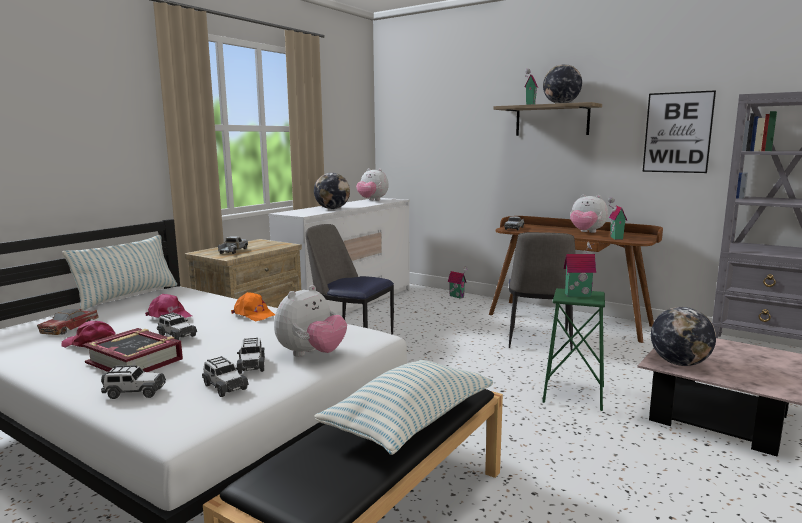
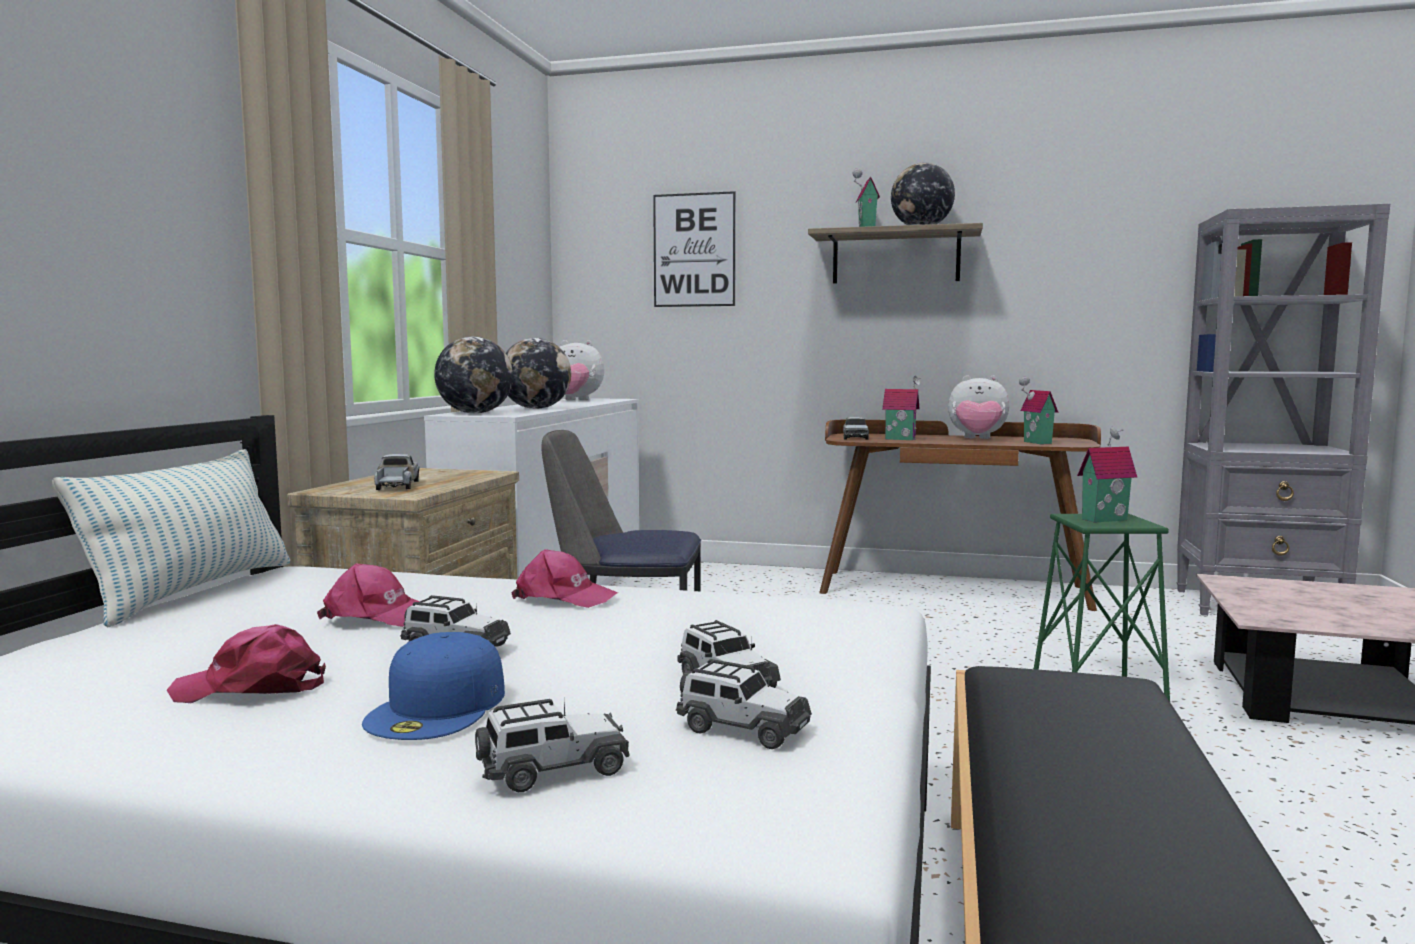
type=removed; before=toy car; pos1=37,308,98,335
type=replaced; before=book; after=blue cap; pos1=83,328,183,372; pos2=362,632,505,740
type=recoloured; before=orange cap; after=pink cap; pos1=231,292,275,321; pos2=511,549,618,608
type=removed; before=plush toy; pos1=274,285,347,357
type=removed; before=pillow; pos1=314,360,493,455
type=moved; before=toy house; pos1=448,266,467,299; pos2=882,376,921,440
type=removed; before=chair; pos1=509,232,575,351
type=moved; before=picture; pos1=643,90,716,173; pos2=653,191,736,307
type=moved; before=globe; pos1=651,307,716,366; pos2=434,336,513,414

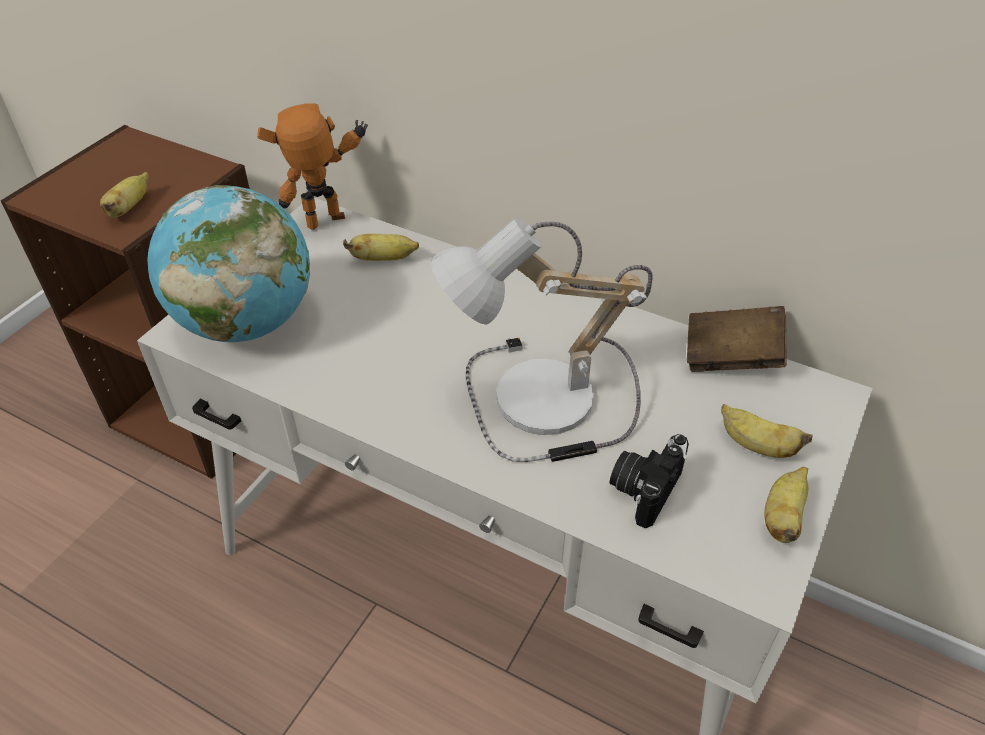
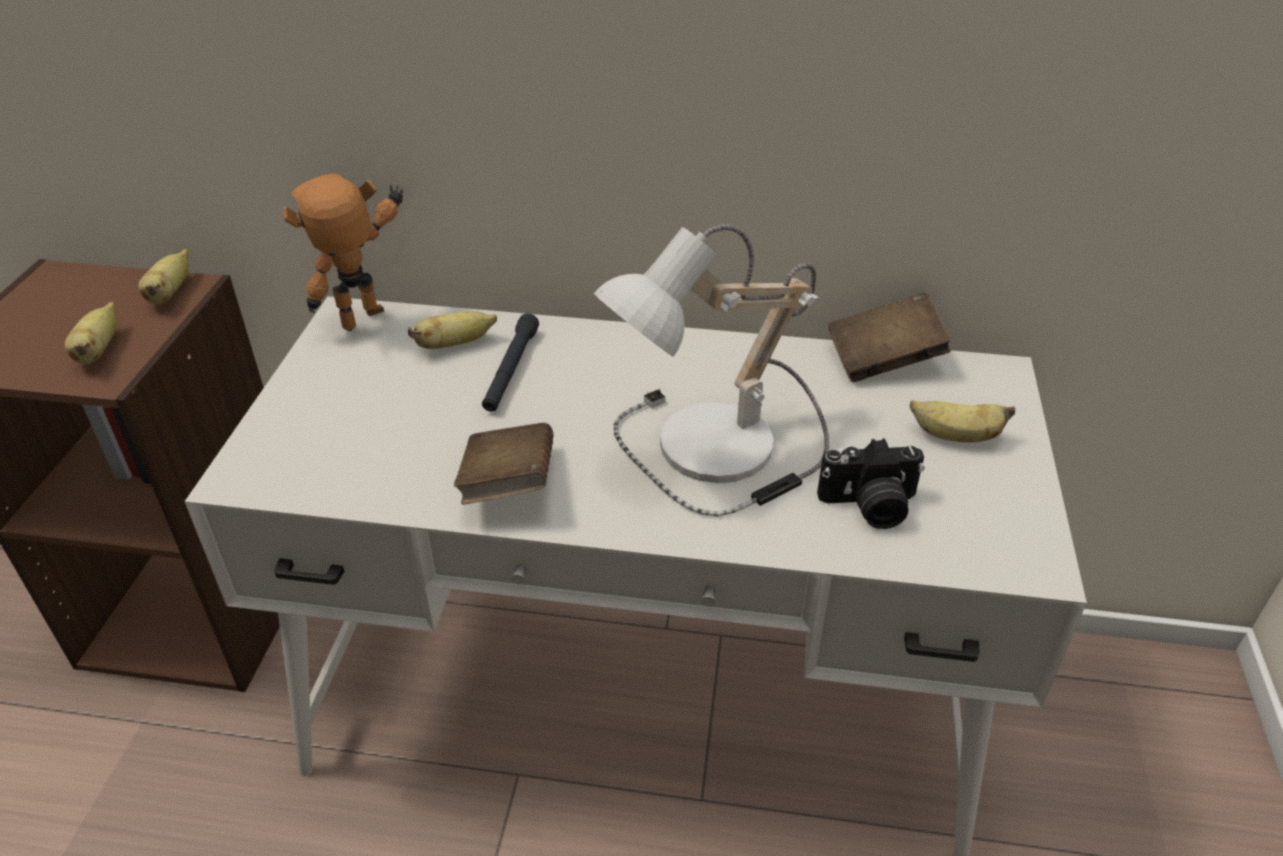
type=removed; before=globe; pos1=147,185,310,342
type=turned; before=photo camera; pos1=610,434,689,528; pos2=817,439,925,529; turn=-105
type=moved; before=banana; pos1=764,467,808,543; pos2=138,249,189,304
type=added; after=brown book; pos2=454,423,554,505
type=added; after=black flashlight; pos2=482,313,539,412

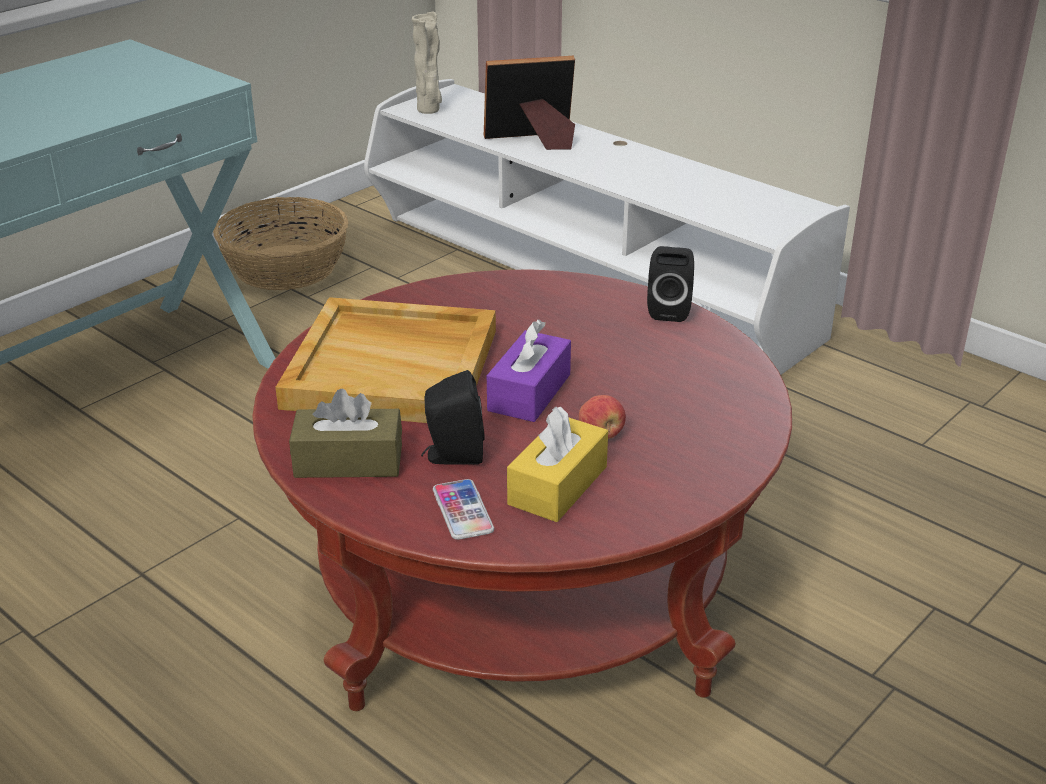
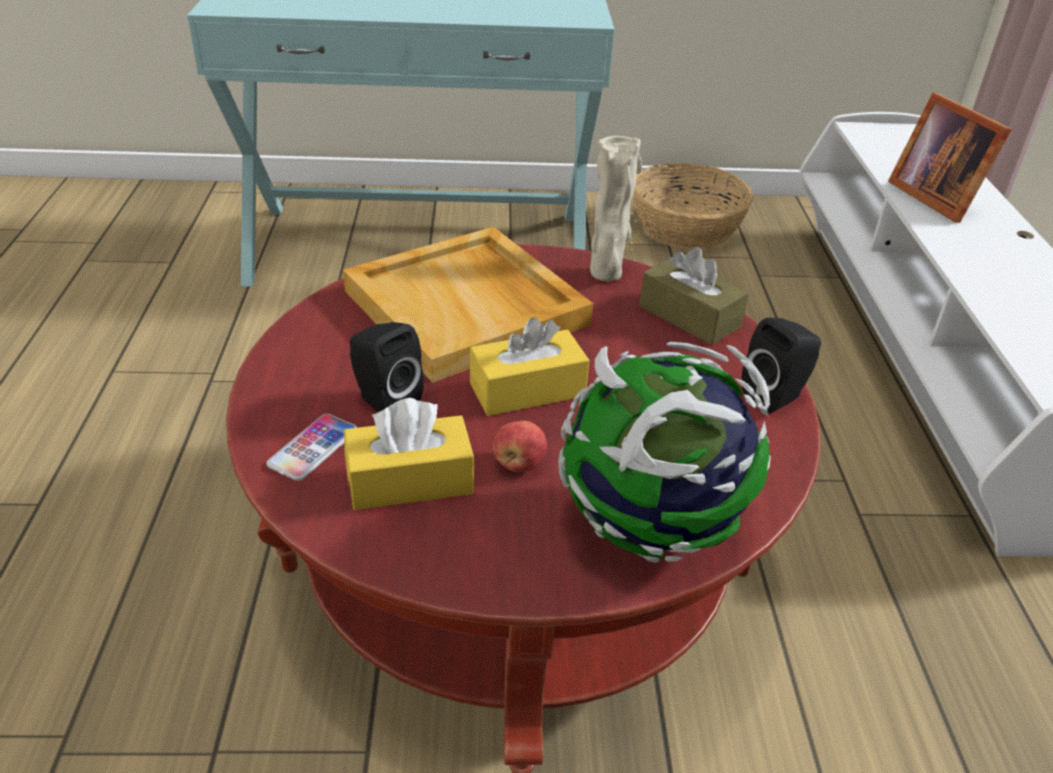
type=moved; before=brown tissue box; pos1=289,389,402,478; pos2=639,247,749,345
type=moved; before=beige vase; pos1=412,12,442,114; pos2=590,136,642,281
type=turned; before=picture frame; pos1=484,56,575,150; pos2=888,92,1012,223; turn=-150
type=recoloured; before=purple tissue box; after=yellow tissue box; pos1=487,319,571,422; pos2=470,317,589,416
type=added; after=globe; pos2=558,342,771,563

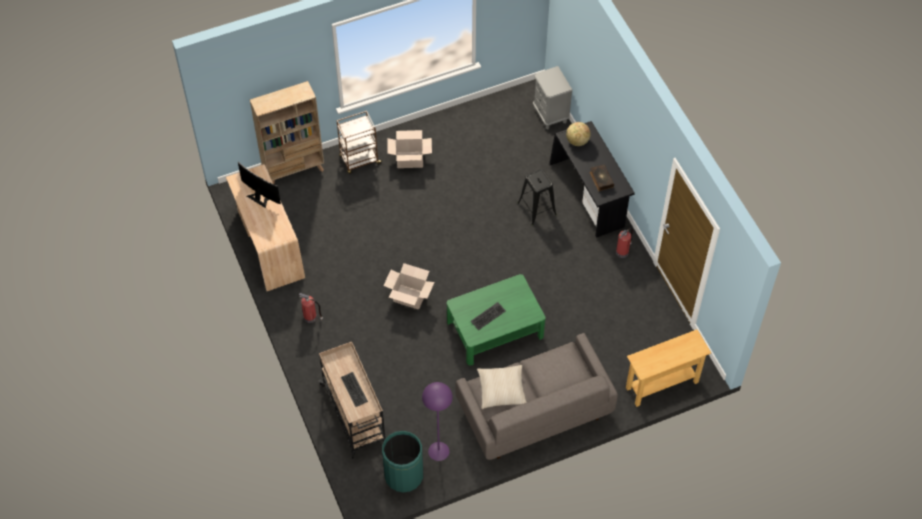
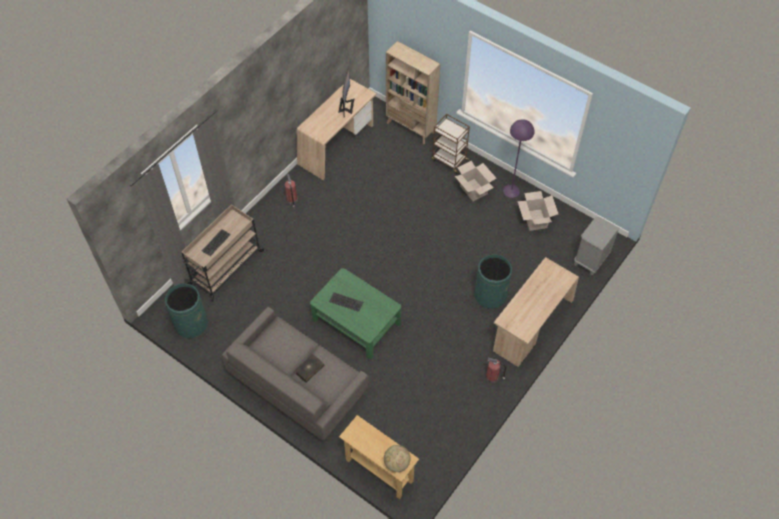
type=moved; before=cardboard box; pos1=383,263,435,310; pos2=518,191,558,231
type=moved; before=purple floor lamp; pos1=422,382,453,461; pos2=503,119,534,198
type=removed; before=beige pillow; pos1=477,365,527,409
type=replaced; before=black stool; after=green trash can; pos1=518,169,557,225; pos2=475,254,512,309
type=recoloured; before=black desk; after=beige desk; pos1=550,121,635,237; pos2=493,257,579,367
type=moved; before=globe; pos1=566,122,591,146; pos2=384,445,411,472
type=moved; before=book; pos1=589,165,614,191; pos2=295,354,325,383

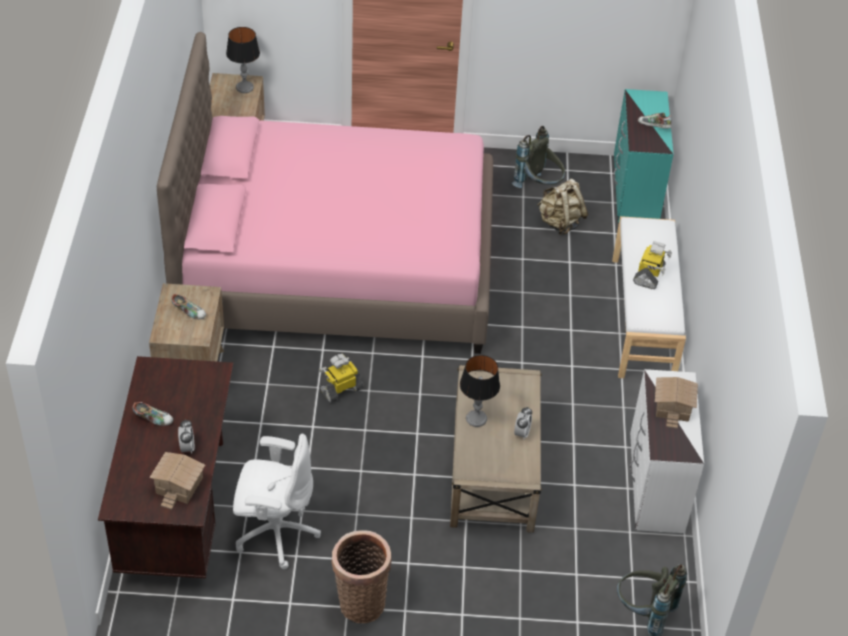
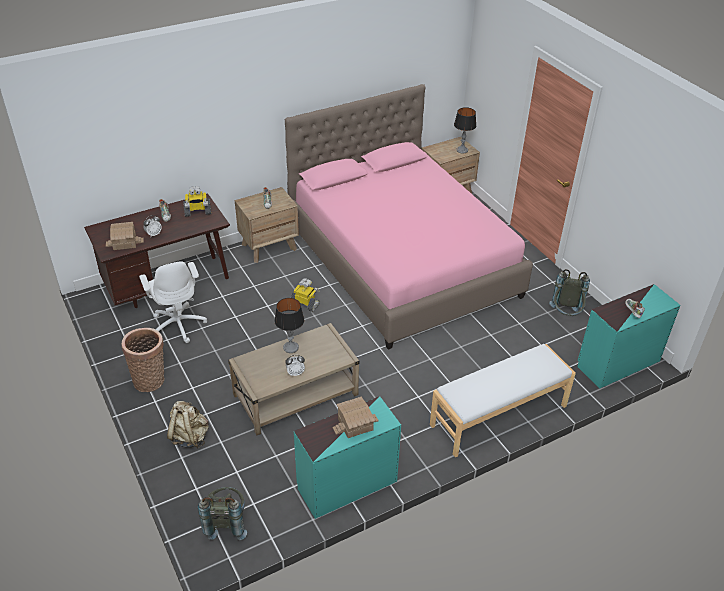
type=moved; before=beige backpack; pos1=538,179,588,235; pos2=167,401,209,449
type=recoloured; before=white dresser; after=turquoise dresser; pos1=630,369,704,533; pos2=294,396,401,519
type=moved; before=toy robot; pos1=633,241,672,289; pos2=183,186,211,217

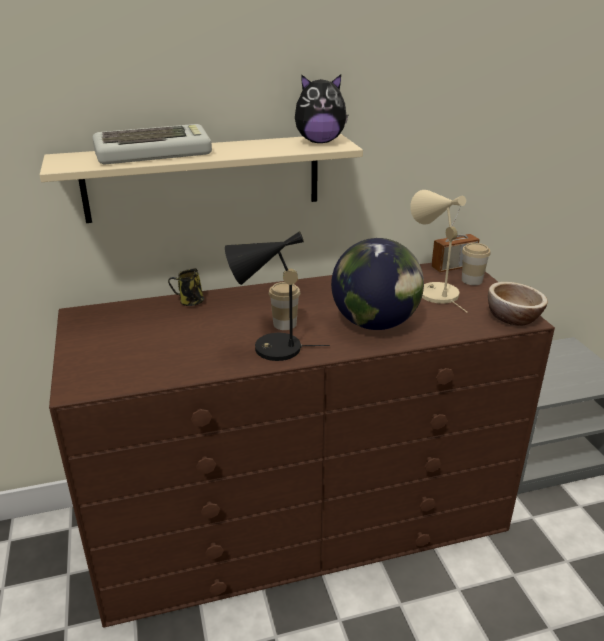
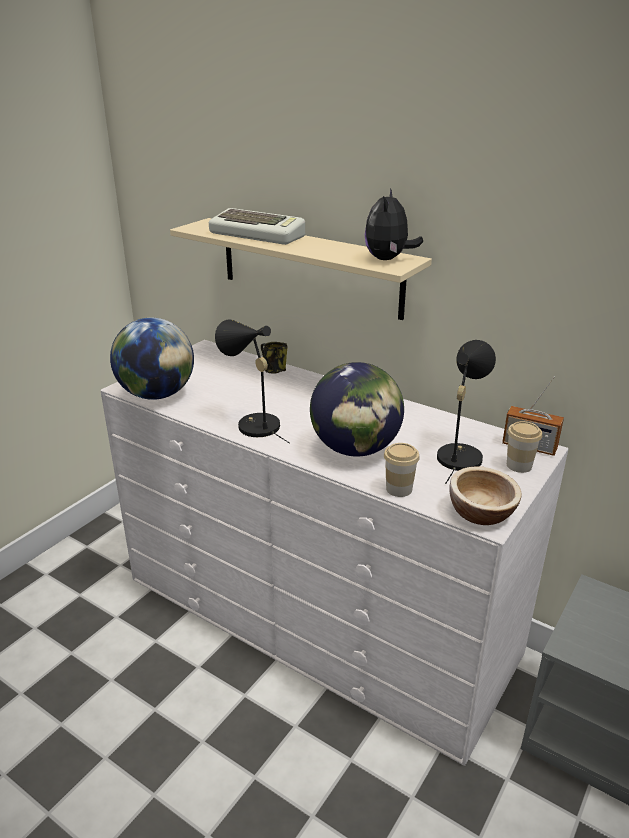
type=recoloured; before=brown dresser; after=white dresser; pos1=49,263,555,628; pos2=101,340,568,766
type=moved; before=cup; pos1=269,282,300,330; pos2=384,443,420,497
type=turned; before=plush toy; pos1=295,75,348,143; pos2=365,188,423,260; turn=60
type=recoloured; before=beige table lamp; after=black table lamp; pos1=410,190,467,312; pos2=437,340,496,484
type=added; after=globe; pos2=110,318,194,400

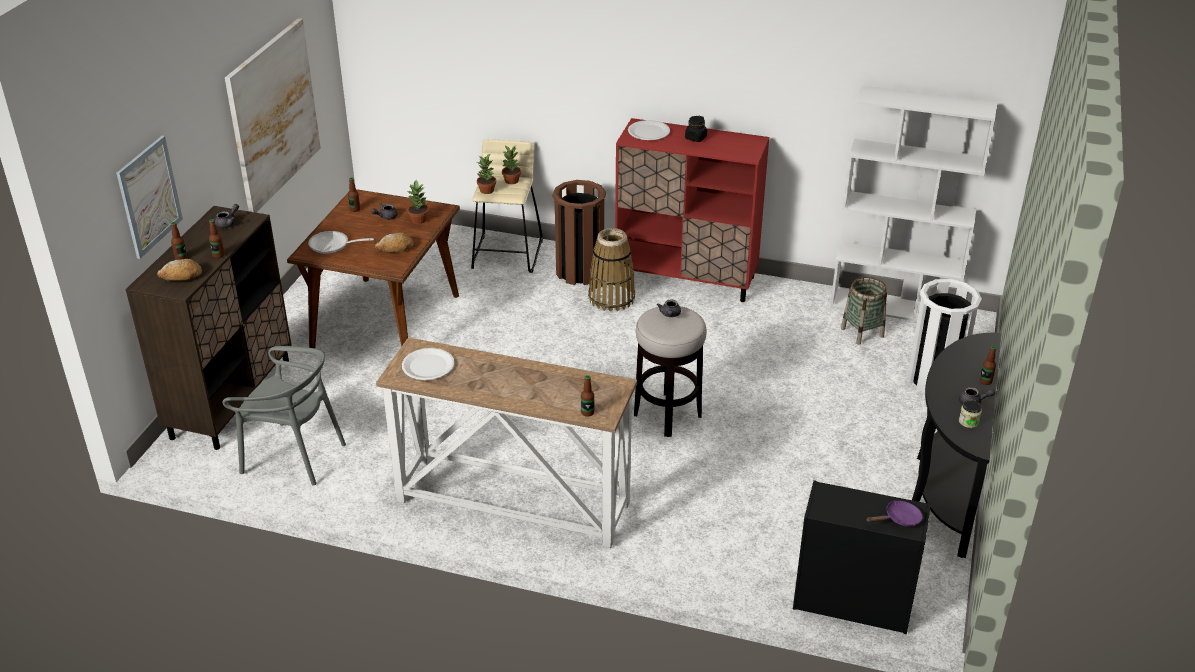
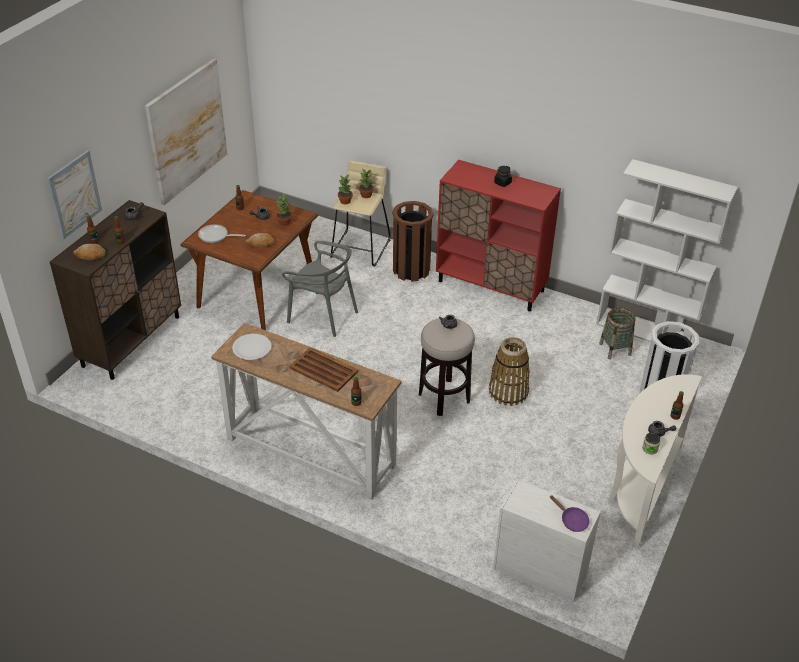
type=moved; before=grey chair; pos1=223,346,346,486; pos2=282,241,358,337
type=moved; before=basket; pos1=588,228,635,312; pos2=489,337,530,406
type=removed; before=white plate; pos1=628,120,670,140
type=recoloured; before=black dresser; after=white dresser; pos1=793,480,931,634; pos2=493,479,601,603
type=turned; before=purple frying pan; pos1=867,501,923,527; pos2=550,495,589,532; turn=60
type=recoloured; before=black console table; after=white console table; pos1=912,333,1002,558; pos2=608,374,702,549
type=added; after=brown tray; pos2=289,347,358,392

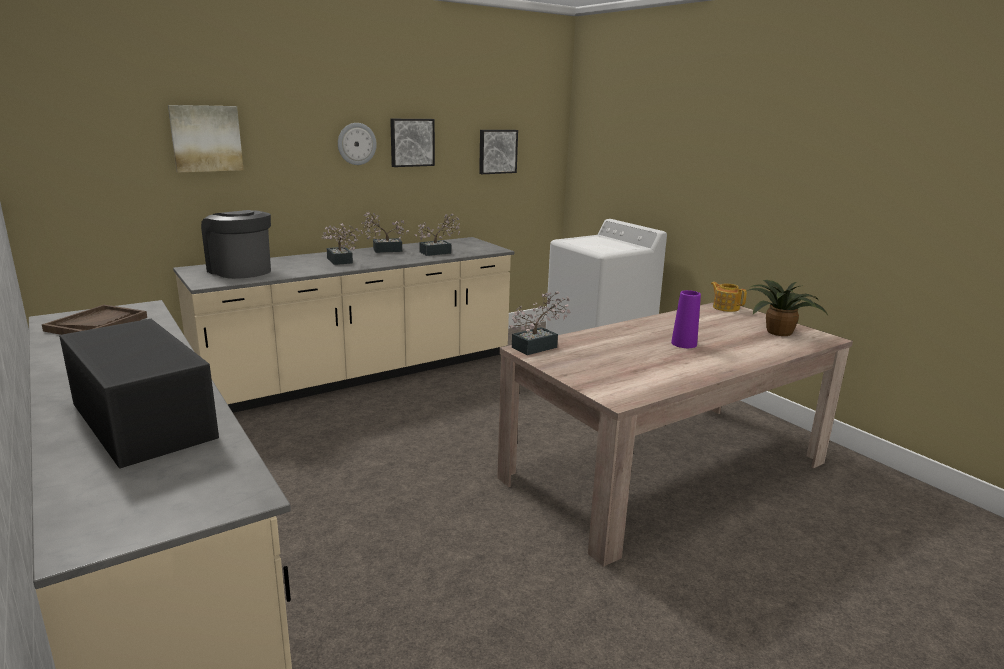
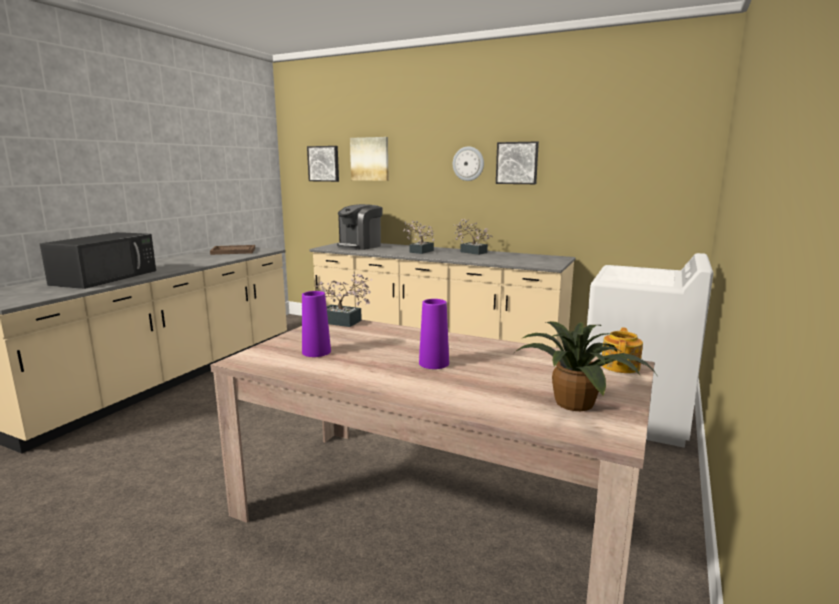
type=turned; before=coffee machine; pos1=201,210,271,279; pos2=337,204,383,250; turn=-150
type=removed; before=potted plant; pos1=415,214,460,256
type=moved; before=picture; pos1=479,130,518,174; pos2=307,146,339,182
type=added; after=purple vase; pos2=302,291,331,357

